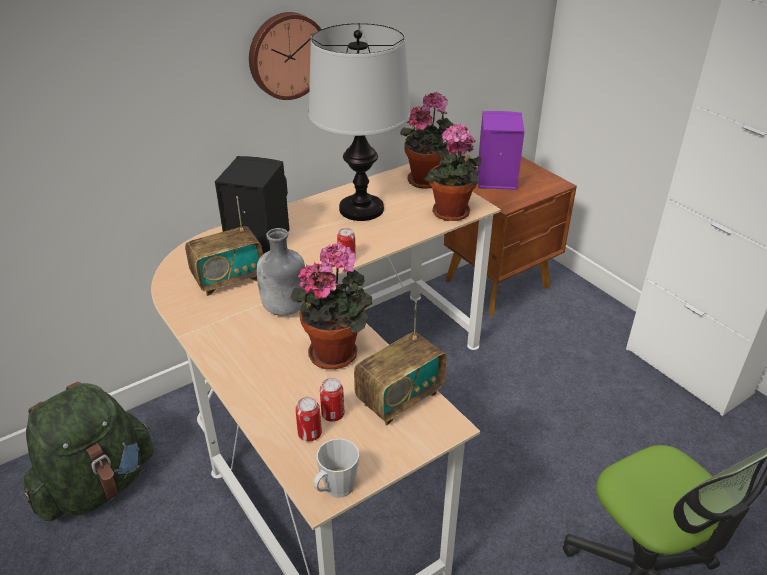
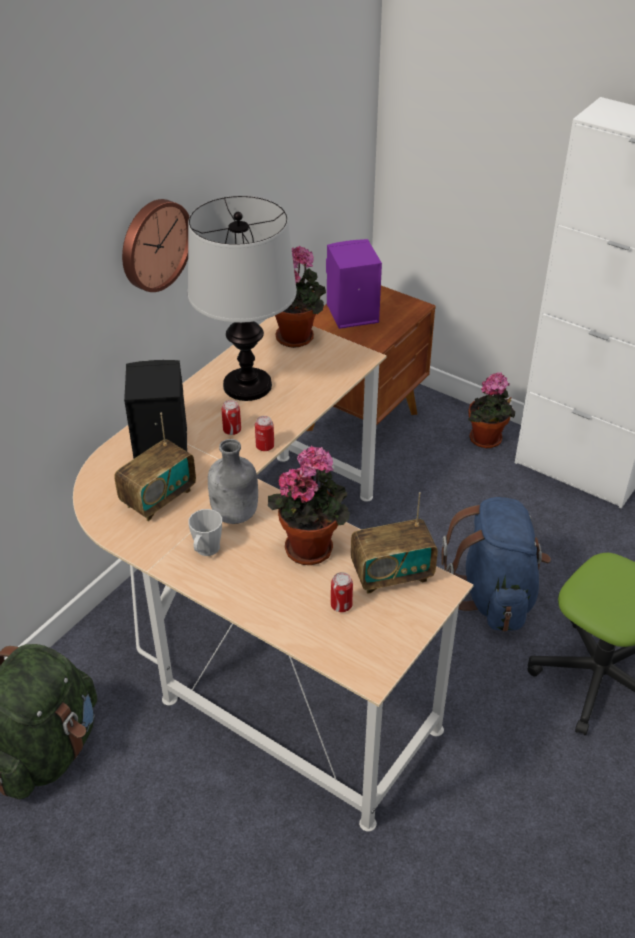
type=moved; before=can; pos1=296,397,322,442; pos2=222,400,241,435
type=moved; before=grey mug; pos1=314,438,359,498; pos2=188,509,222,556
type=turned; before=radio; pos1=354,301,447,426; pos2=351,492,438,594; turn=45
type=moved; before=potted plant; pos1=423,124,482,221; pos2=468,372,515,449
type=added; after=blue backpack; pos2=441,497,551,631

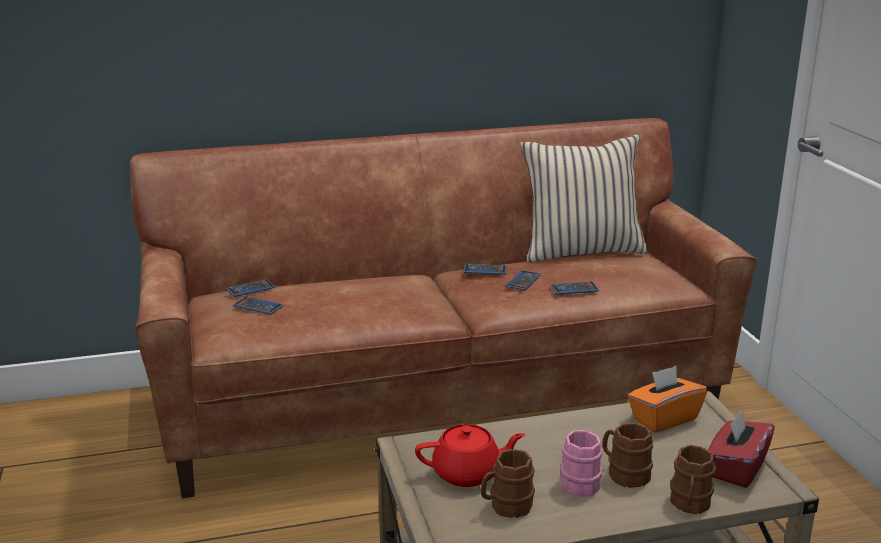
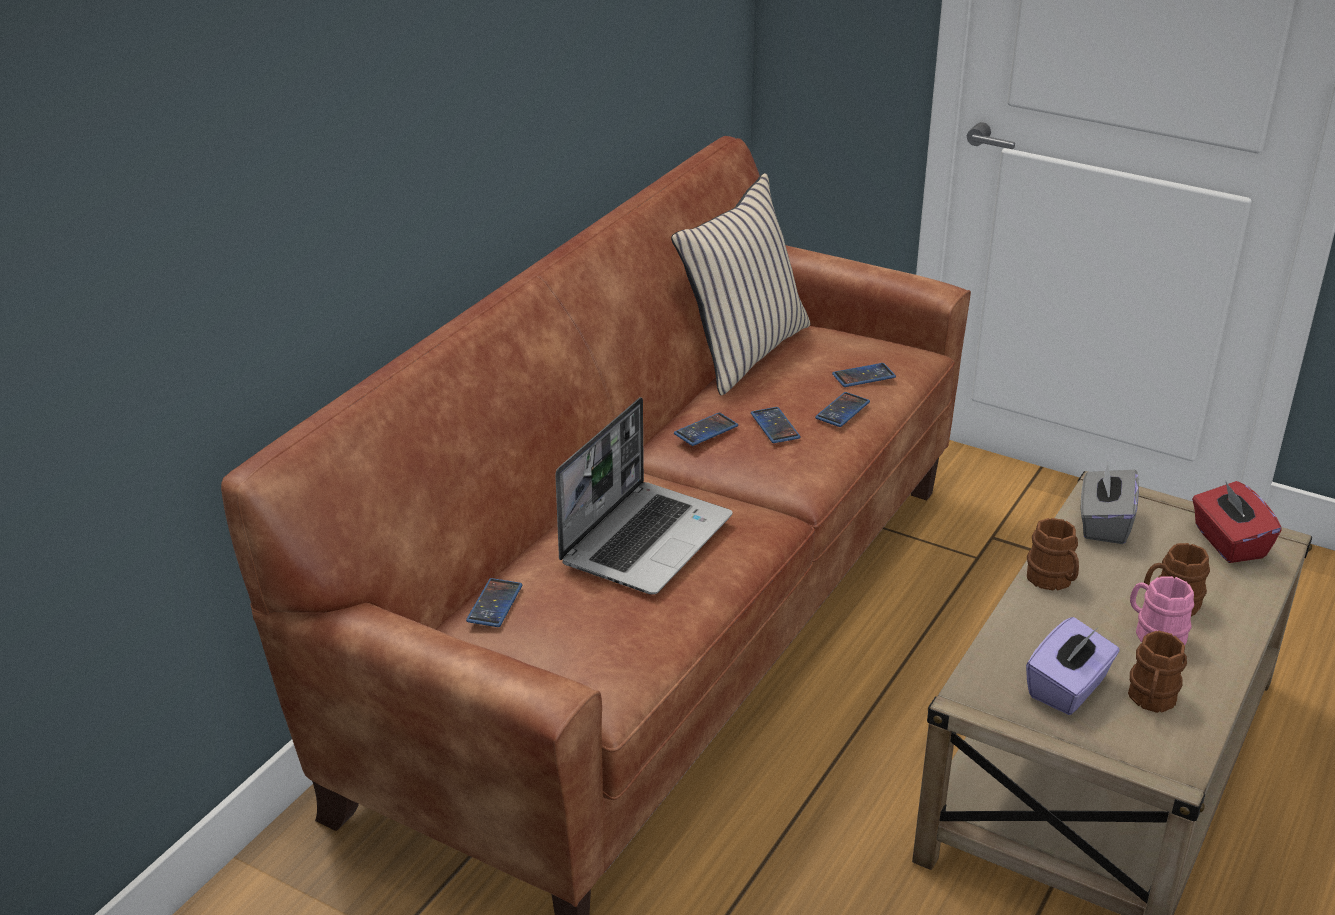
type=moved; before=phone; pos1=233,296,284,315; pos2=832,363,896,387
type=replaced; before=red teapot; after=purple tissue box; pos1=415,424,525,487; pos2=1026,617,1120,715
type=recoloured; before=orange tissue box; after=grey tissue box; pos1=628,366,707,433; pos2=1081,461,1139,544
type=moved; before=brown mug; pos1=670,445,716,514; pos2=1027,518,1079,591
type=added; after=laptop; pos2=555,397,732,594

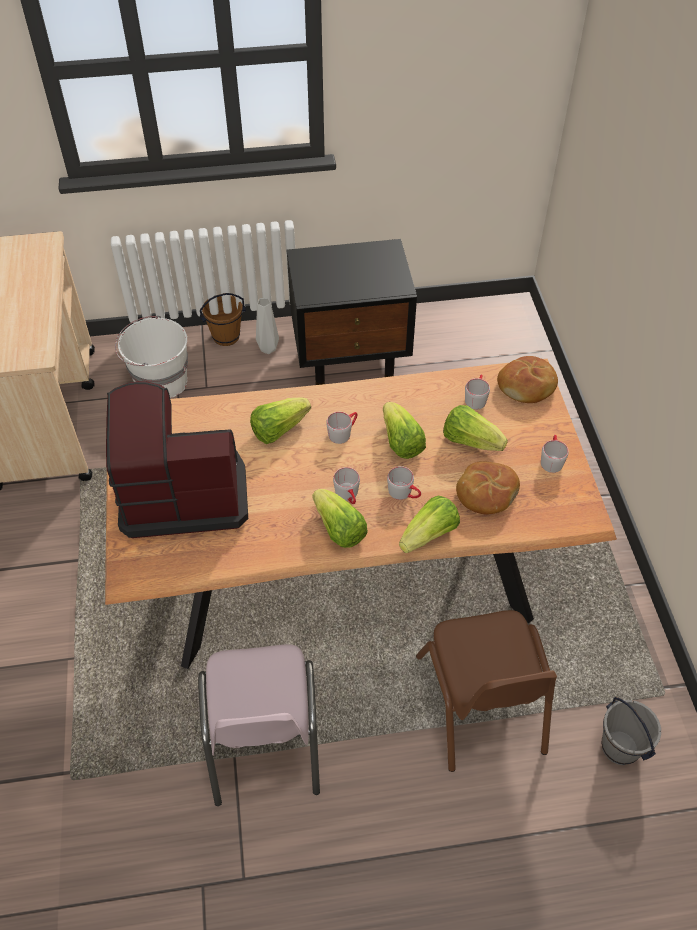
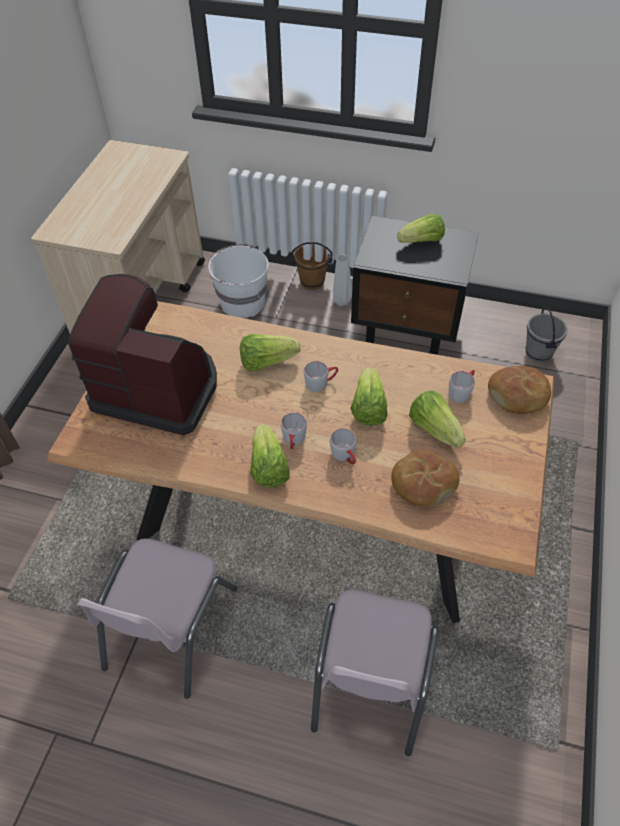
type=moved; before=lettuce; pos1=399,496,460,553; pos2=397,214,445,243
type=recoloured; before=brown chair; after=pink chair; pos1=416,610,557,772; pos2=311,590,439,756
type=removed; before=grey mug; pos1=541,435,568,473
type=moved; before=grey bucket; pos1=602,697,661,765; pos2=526,308,568,363

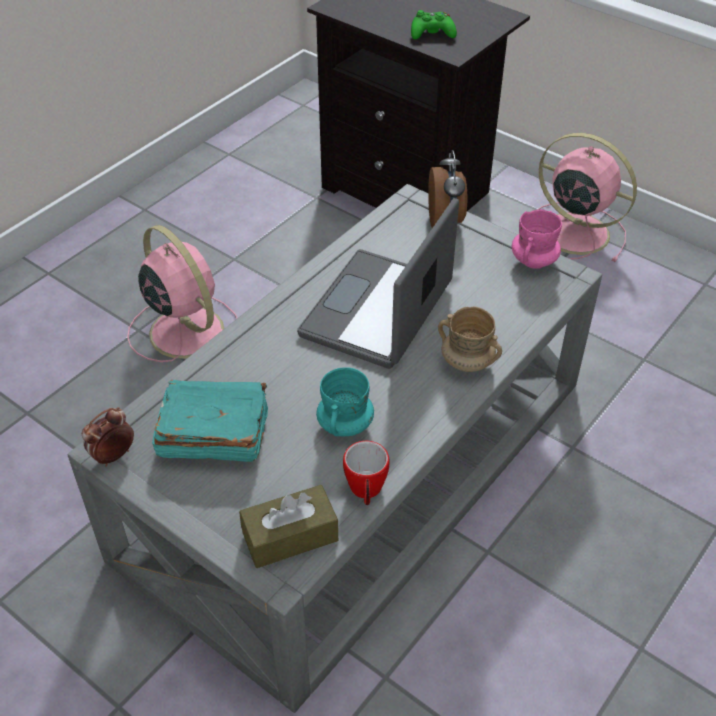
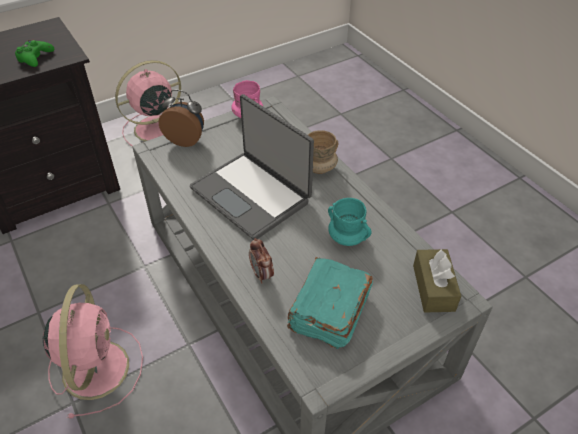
type=moved; before=alarm clock; pos1=82,407,134,467; pos2=249,238,274,284
type=turned; before=pink fan; pos1=127,225,237,362; pos2=43,284,143,419; turn=105
type=removed; before=mug; pos1=343,441,390,505

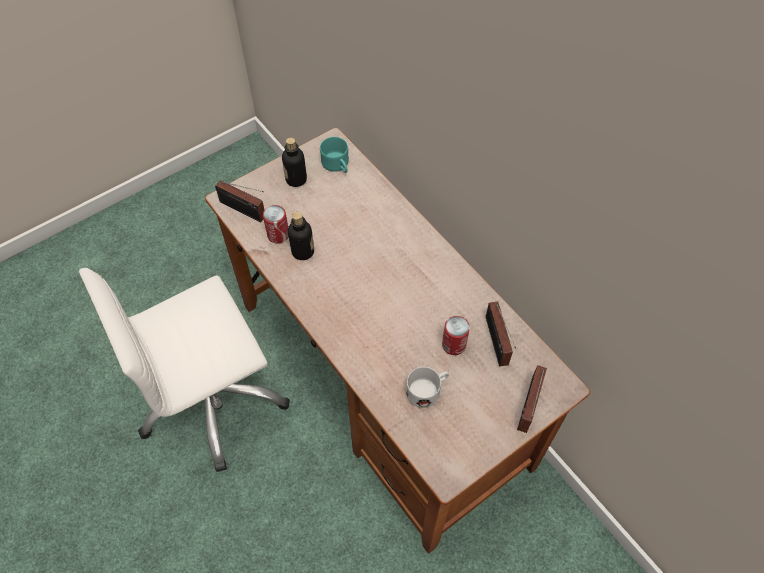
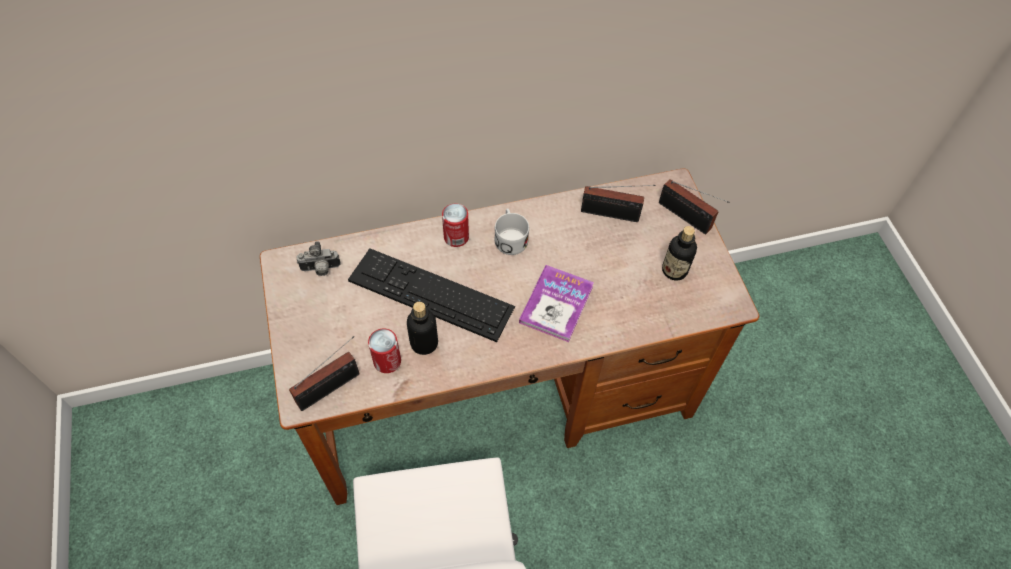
type=moved; before=bottle; pos1=282,138,307,187; pos2=662,226,697,280
type=replaced; before=turquoise mug; after=photo camera; pos1=320,137,349,173; pos2=296,241,341,276
type=moved; before=white mug; pos1=406,367,449,408; pos2=494,209,529,255
type=moved; before=can; pos1=442,316,470,355; pos2=442,203,469,247
type=added; after=keyboard; pos2=348,248,515,342
type=added; after=book; pos2=519,265,594,342

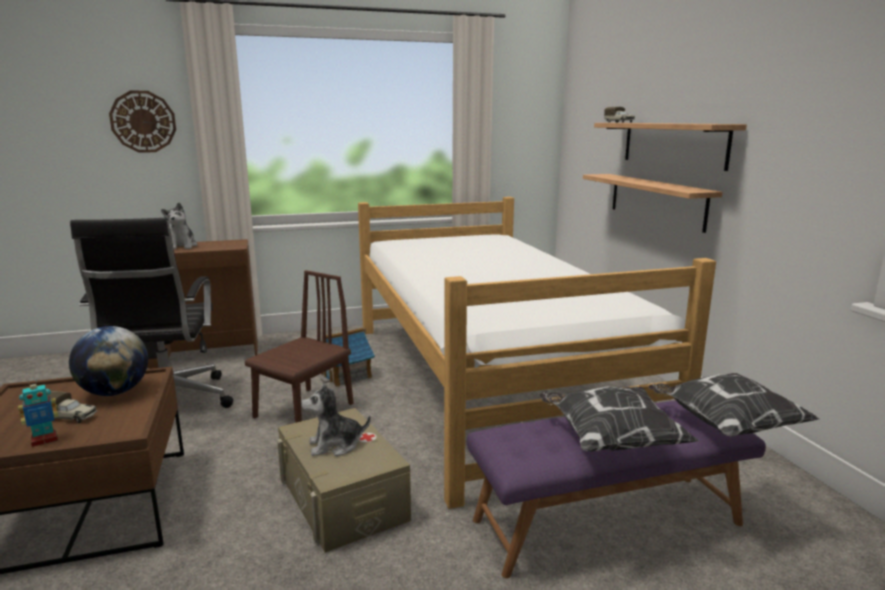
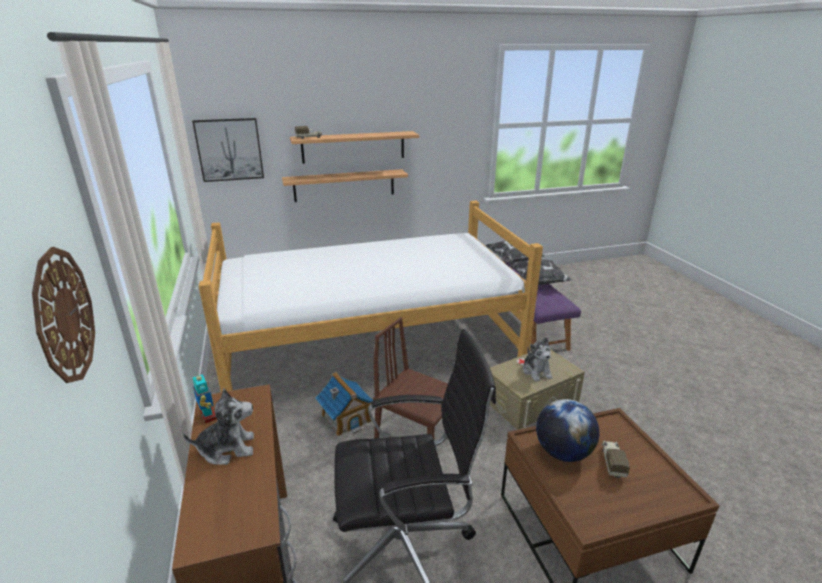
type=moved; before=toy robot; pos1=18,378,59,447; pos2=192,373,217,423
type=added; after=picture; pos2=192,118,264,182

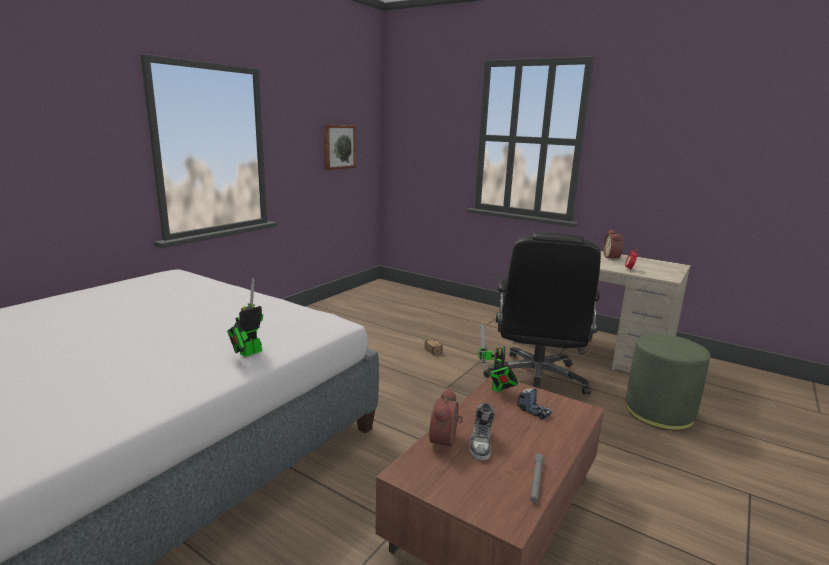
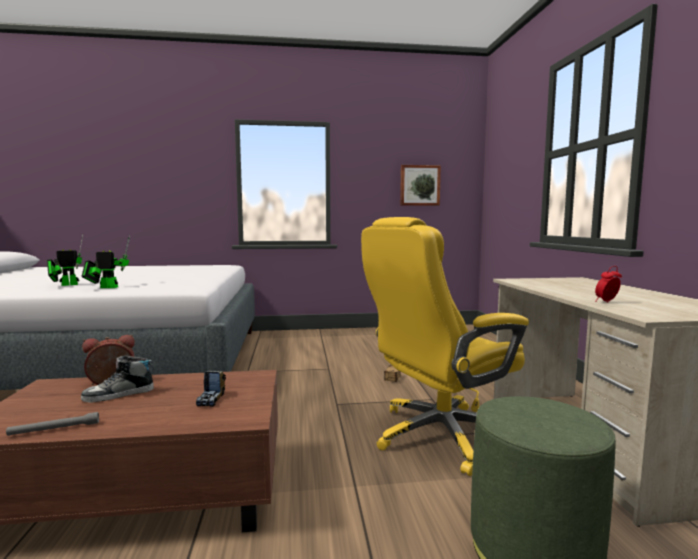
type=moved; before=toy robot; pos1=478,324,518,392; pos2=47,235,83,286
type=recoloured; before=black office chair; after=yellow office chair; pos1=483,232,601,394; pos2=361,217,529,476
type=removed; before=alarm clock; pos1=603,229,623,260

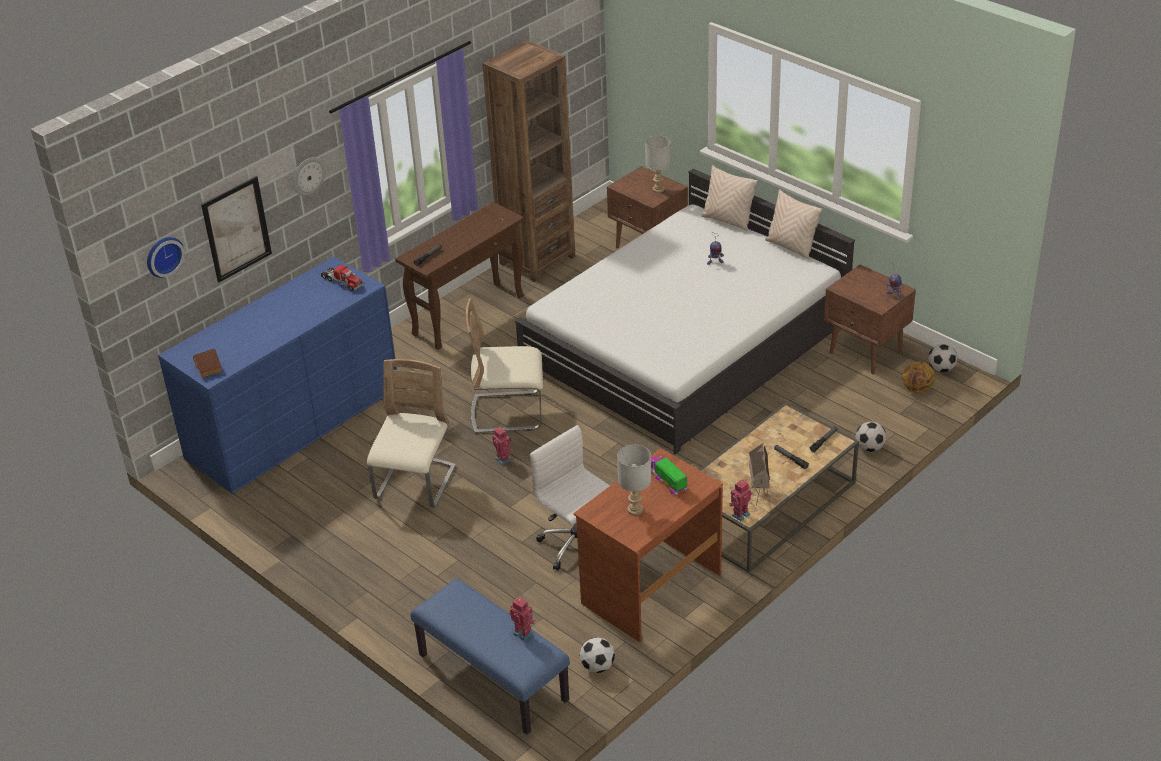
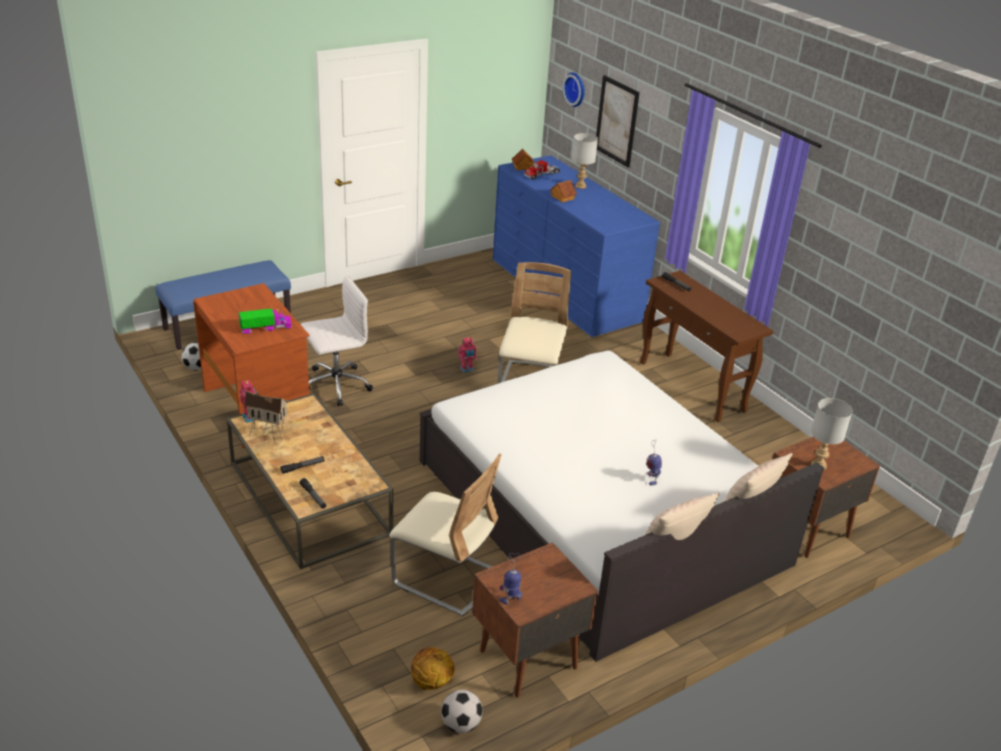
type=removed; before=wall clock; pos1=293,157,326,196
type=moved; before=toy truck; pos1=321,265,363,291; pos2=524,159,560,180
type=moved; before=beige chair; pos1=367,359,456,508; pos2=389,453,502,616
type=removed; before=brown bookcase; pos1=482,40,575,282
type=removed; before=toy robot; pos1=509,597,535,641
type=moved; before=grey table lamp; pos1=617,445,651,515; pos2=572,133,598,189
type=removed; before=football; pos1=856,421,887,452
type=added; after=toy house; pos2=550,180,577,202

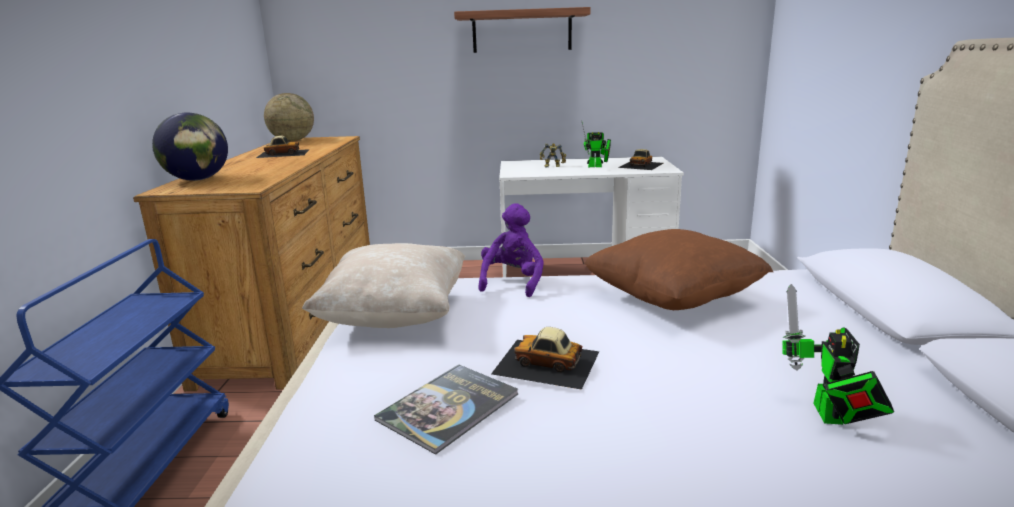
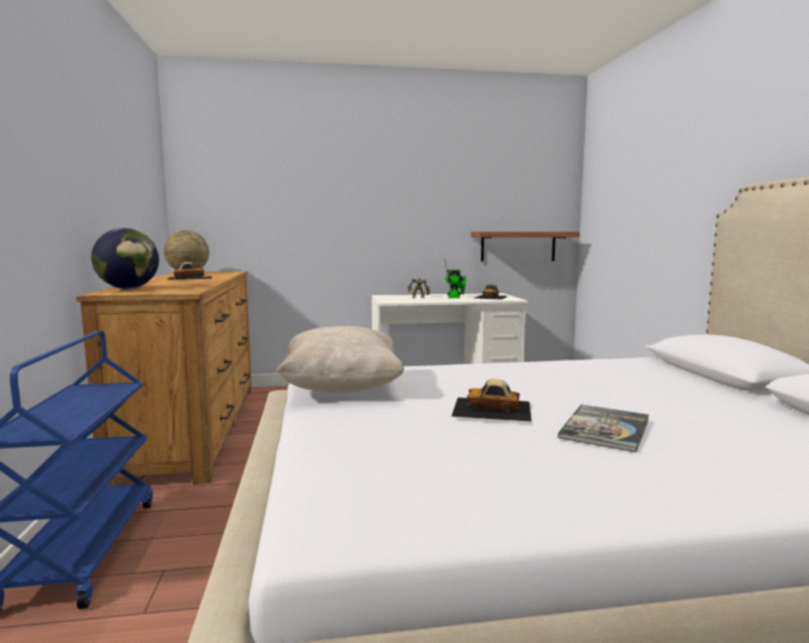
type=moved; before=book; pos1=374,364,518,455; pos2=558,405,649,452
type=moved; before=shelf; pos1=454,7,591,53; pos2=471,232,580,261
type=removed; before=purple plush toy; pos1=478,203,544,297
type=removed; before=brown pillow; pos1=585,229,773,310
type=removed; before=toy robot; pos1=782,284,894,425

